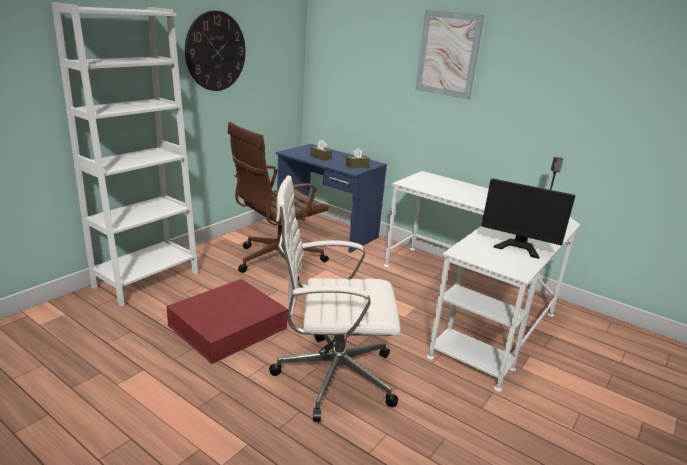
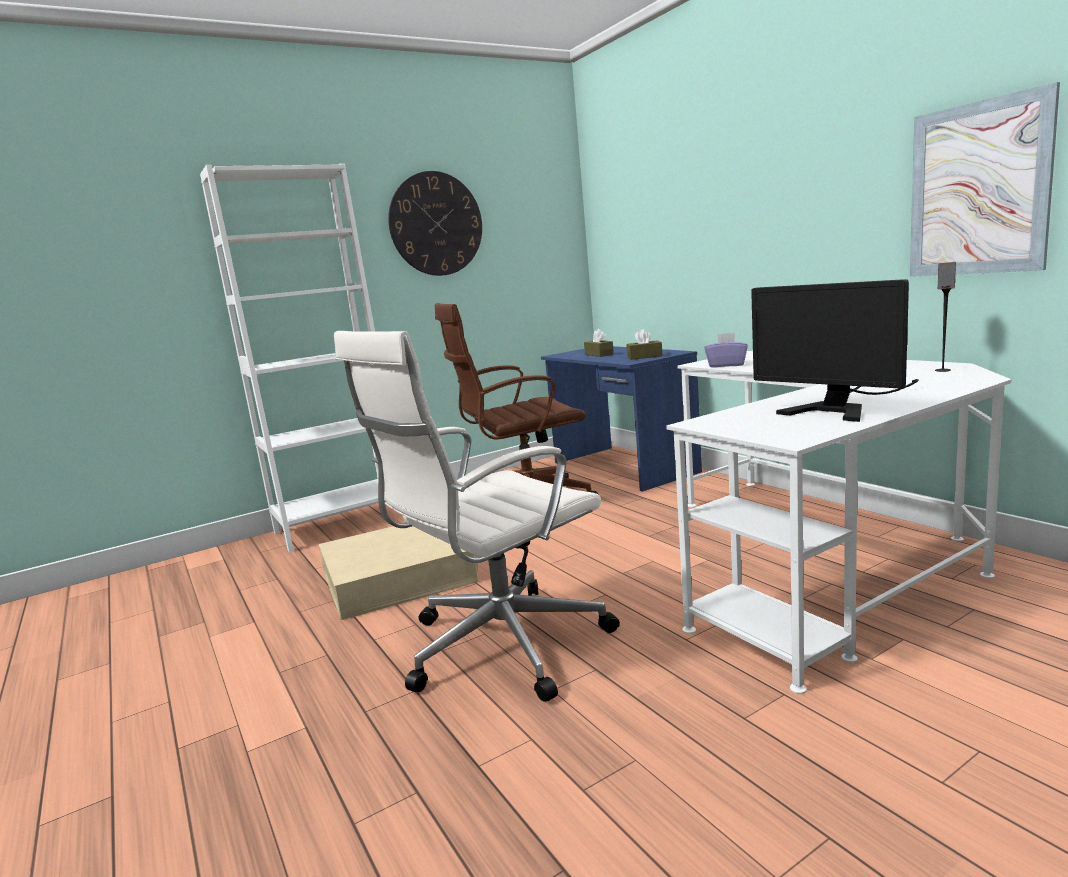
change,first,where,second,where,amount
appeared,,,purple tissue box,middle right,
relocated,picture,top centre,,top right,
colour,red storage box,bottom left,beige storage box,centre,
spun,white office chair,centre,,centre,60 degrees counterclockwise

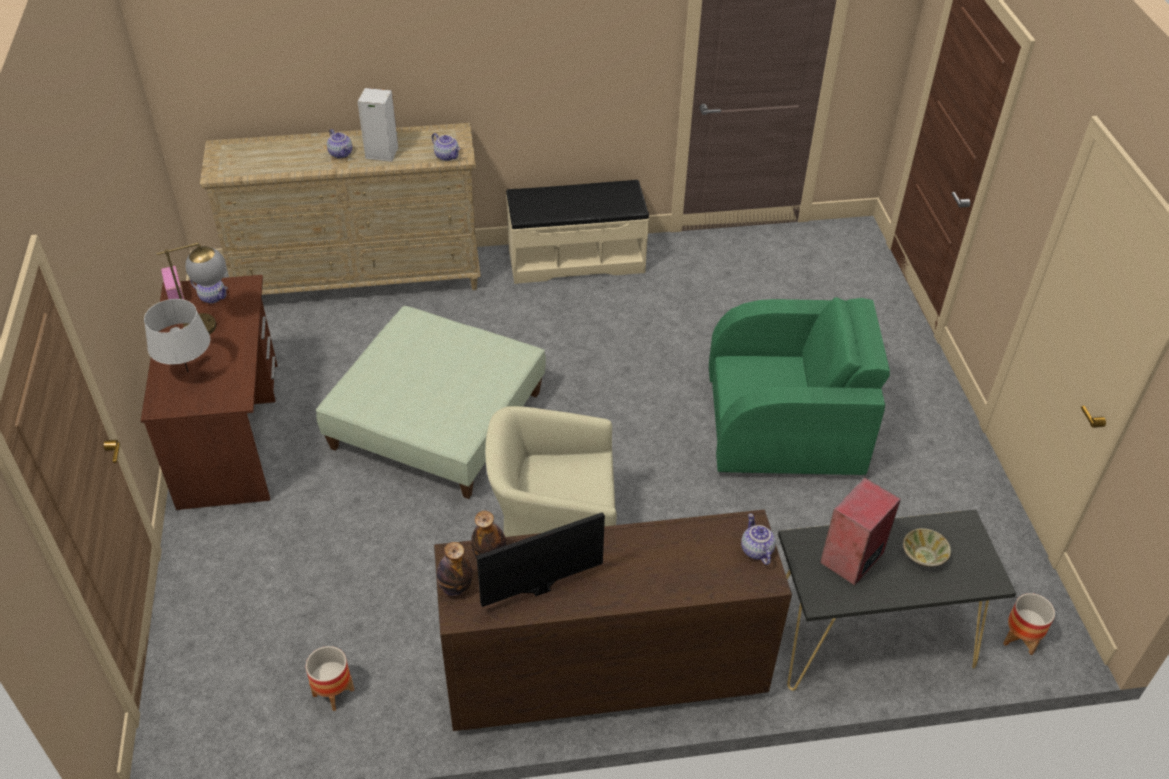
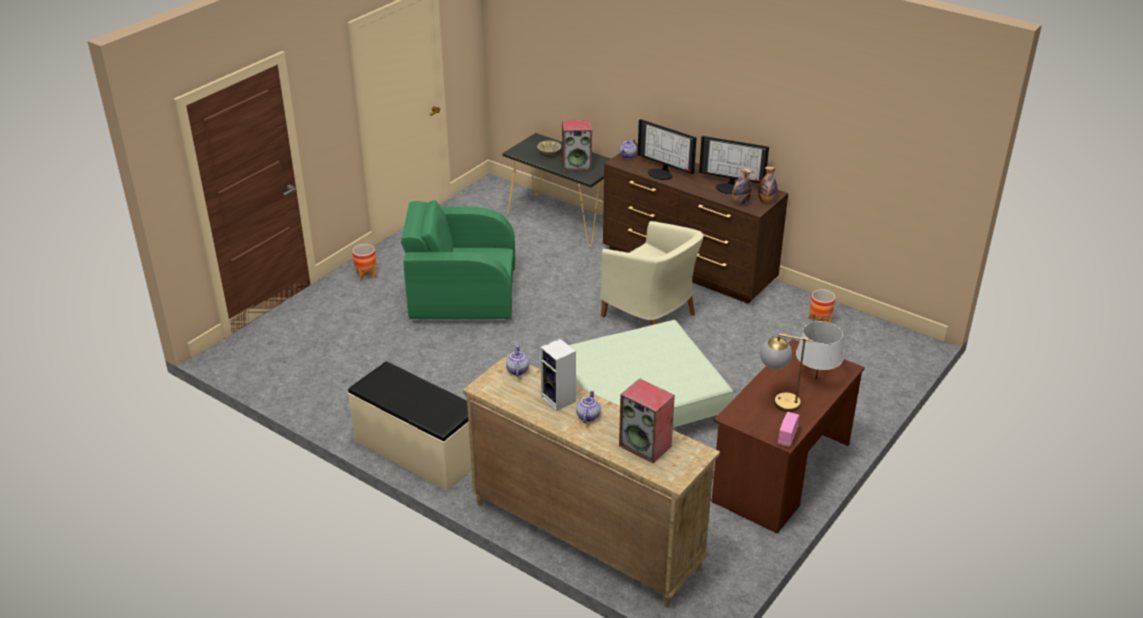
change,first,where,second,where,amount
missing,teapot (no. 1 from left),middle left,,,
appeared,,,speaker (no. 3 from left),bottom centre,
appeared,,,monitor (no. 1 from left),top centre,
relocated,planter (no. 2 from left in the first image),bottom right,planter (no. 1 from left),middle left,
spun,green armchair,middle right,,centre,45 degrees counterclockwise

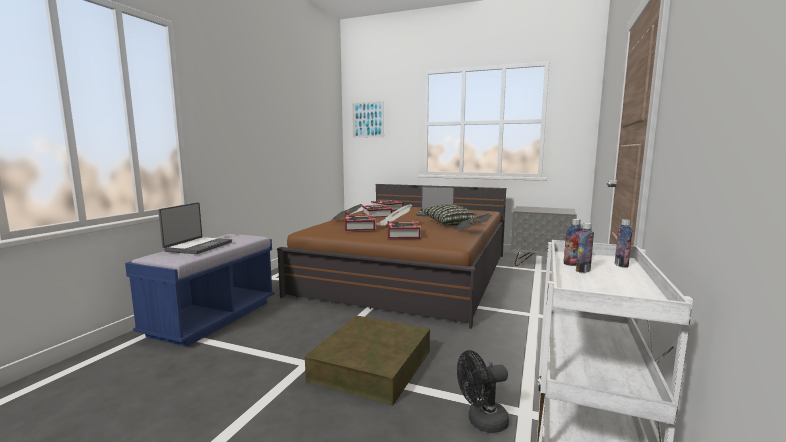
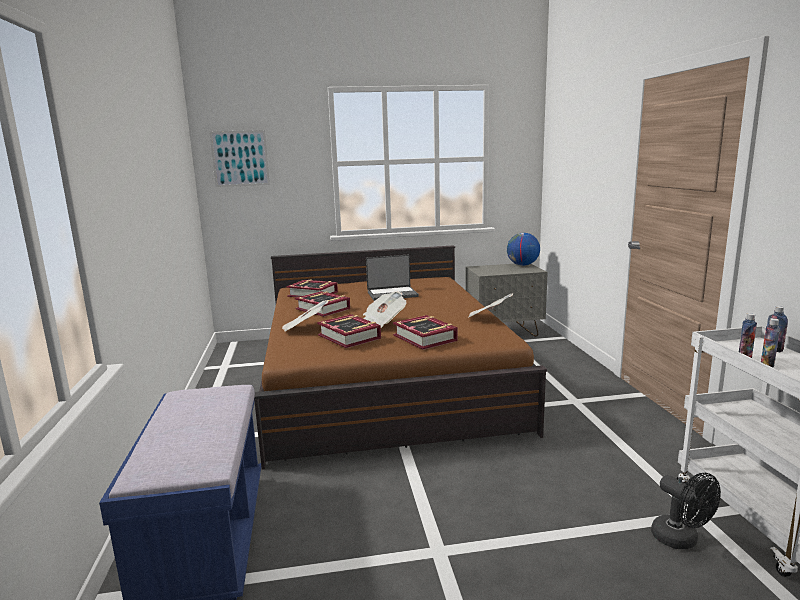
change,first,where,second,where,amount
missing,laptop (no. 1 from left),middle left,,,
missing,brown storage box,bottom centre,,,
missing,pillow,centre,,,
appeared,,,globe,centre,
spun,black fan,bottom centre,,bottom right,75 degrees counterclockwise

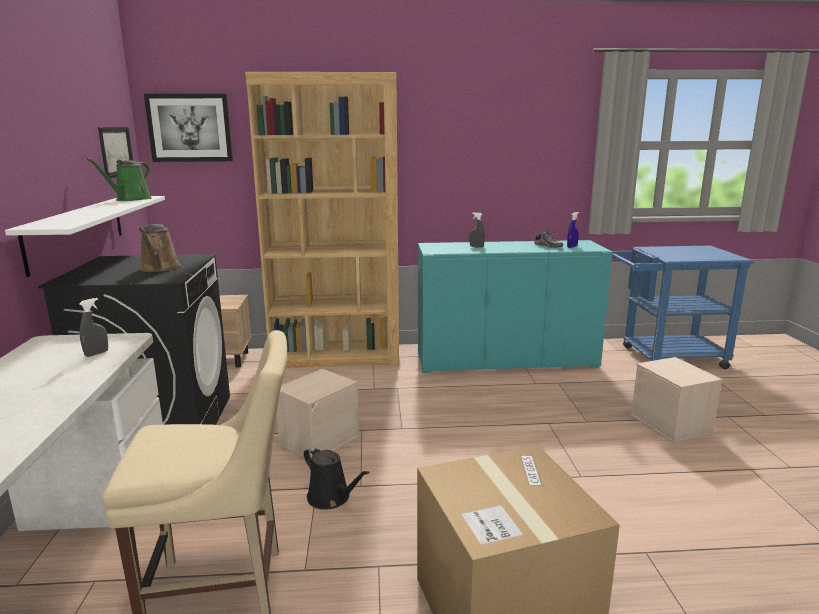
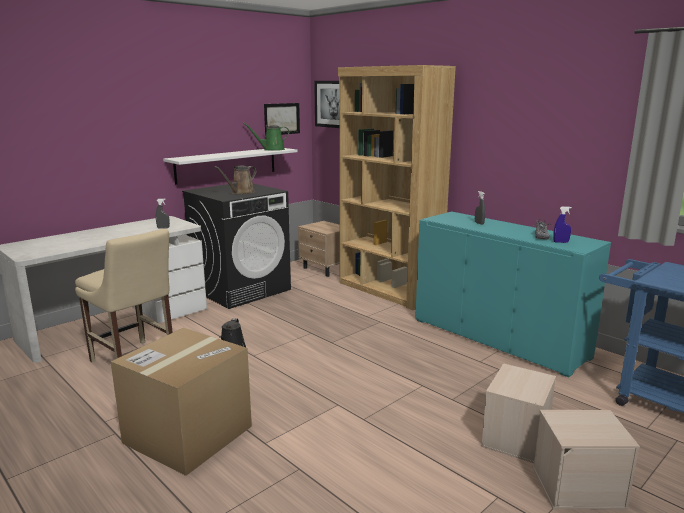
change,first,where,second,where,amount
relocated,beige storage box (no. 1 from left in the first image),bottom centre,beige storage box (no. 2 from left),bottom right,

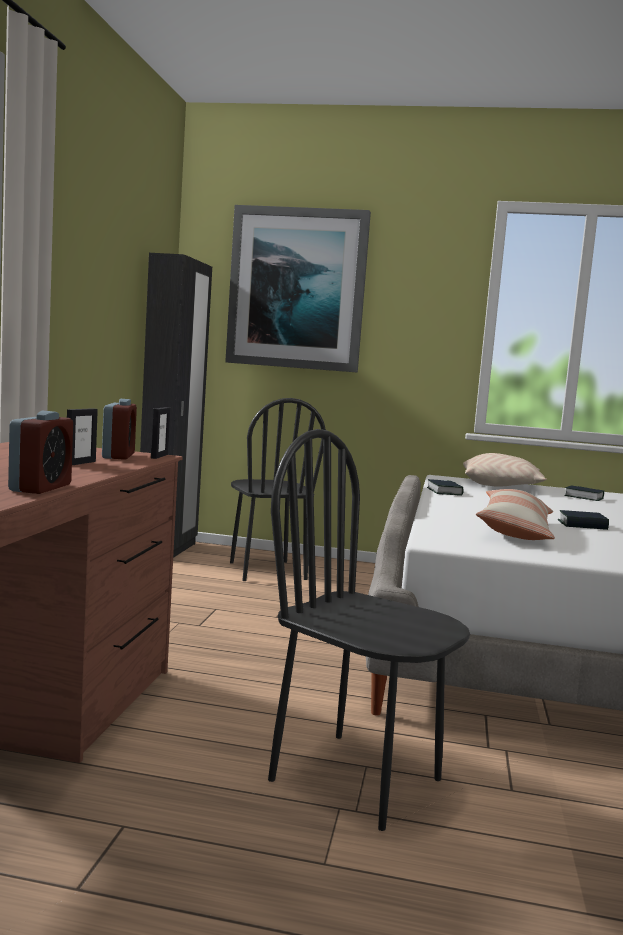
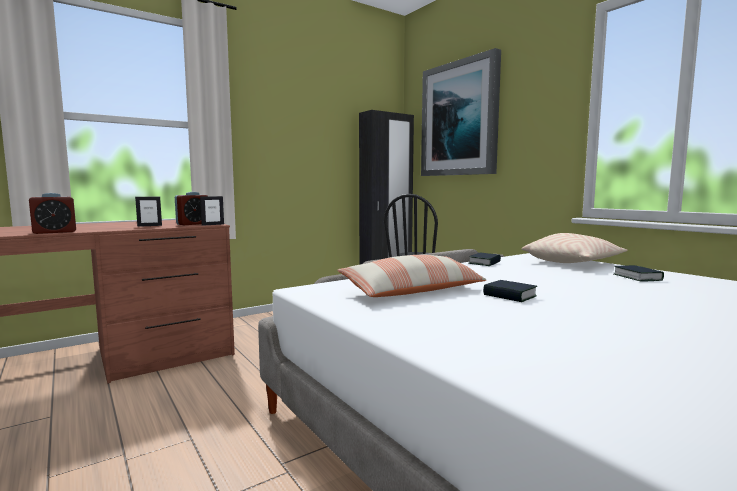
change,first,where,second,where,amount
missing,black chair (no. 2 from left),bottom centre,,,

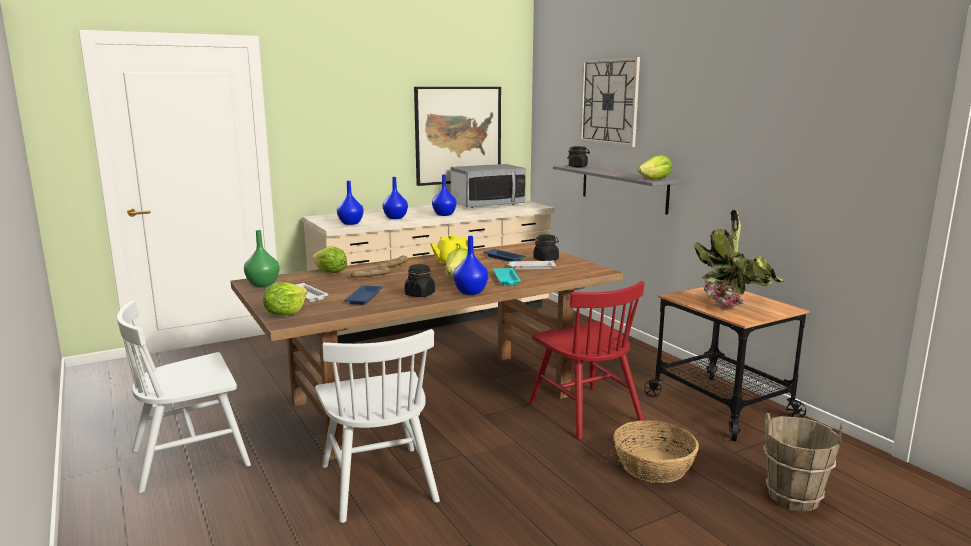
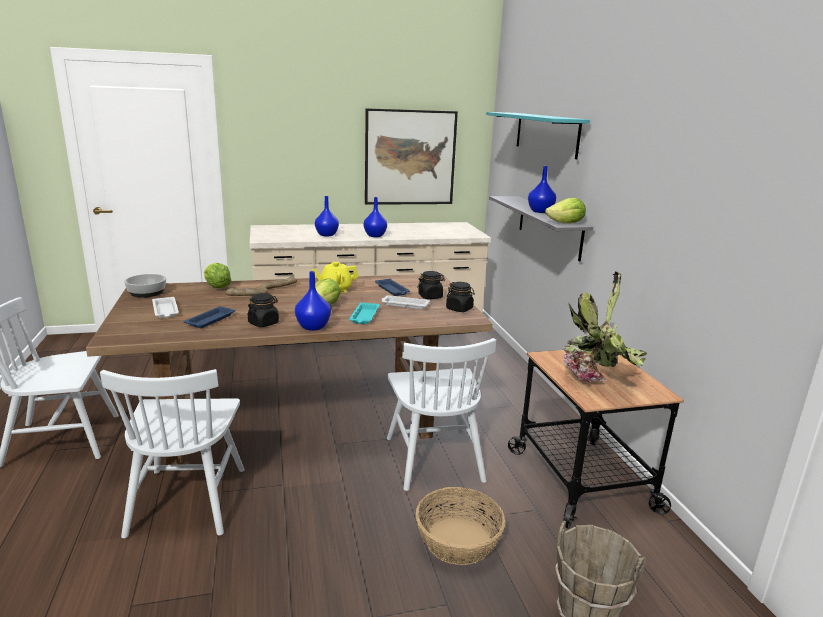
change,first,where,second,where,amount
missing,lettuce (no. 1 from left),middle left,,,
missing,microwave,centre,,,
relocated,blue vase (no. 1 from left in the first image),centre,blue vase (no. 4 from left),top centre,
relocated,black jar (no. 3 from left),top centre,,centre,
exchanged,green vase,middle left,bowl,middle left,
exchanged,wall clock,top centre,turquoise shelf,top centre,
colour,red chair,centre,white chair (no. 3 from left),bottom centre,

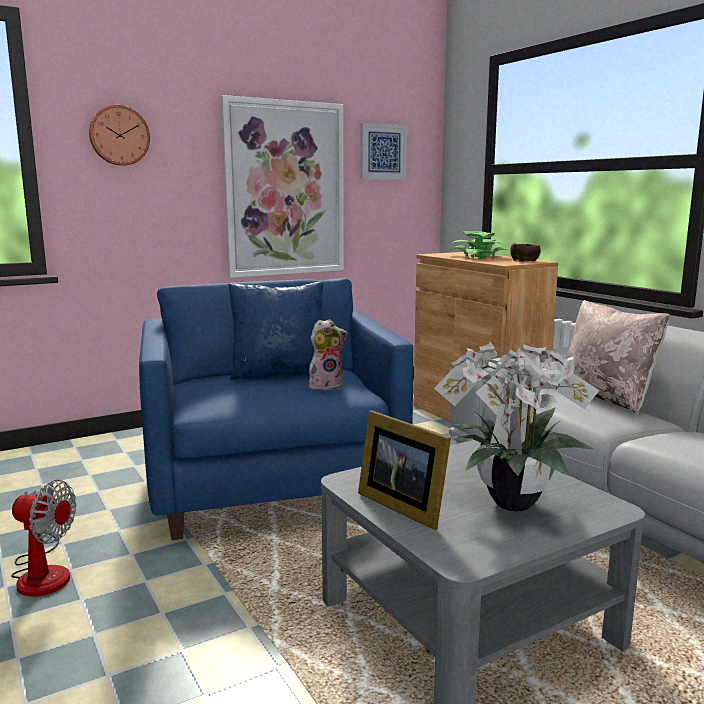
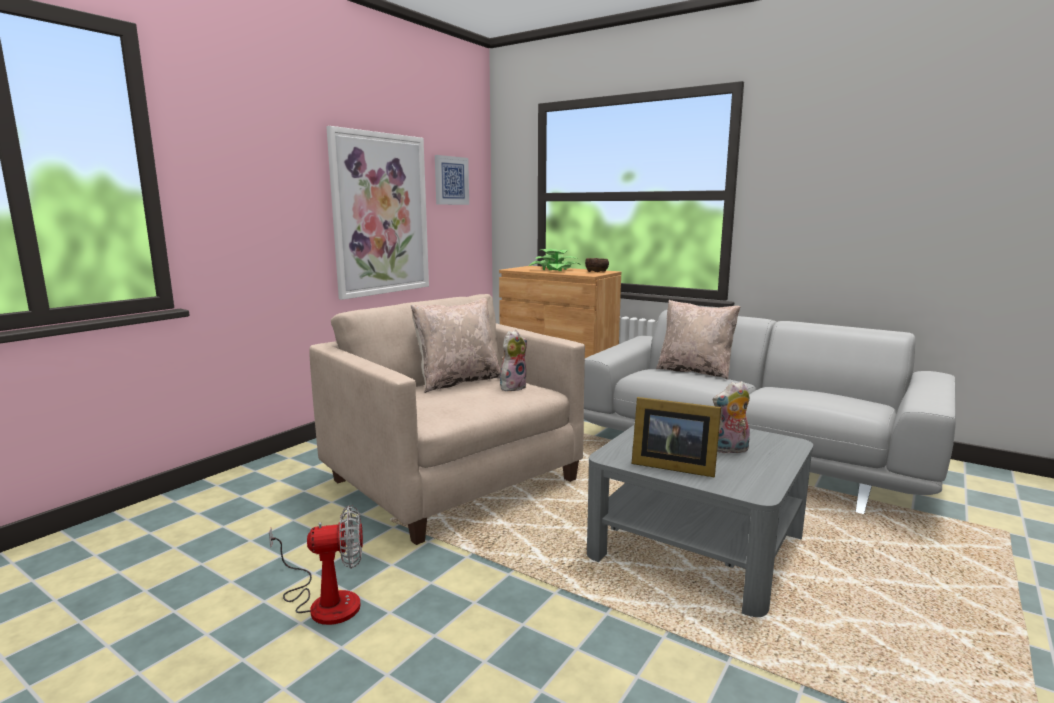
change,first,where,second,where,amount
missing,wall clock,top left,,,
exchanged,potted plant (no. 2 from left),middle right,plush toy (no. 2 from left),middle right,
colour,blue armchair,centre,beige armchair,centre,
colour,blue pillow,centre,beige pillow (no. 1 from left),centre,

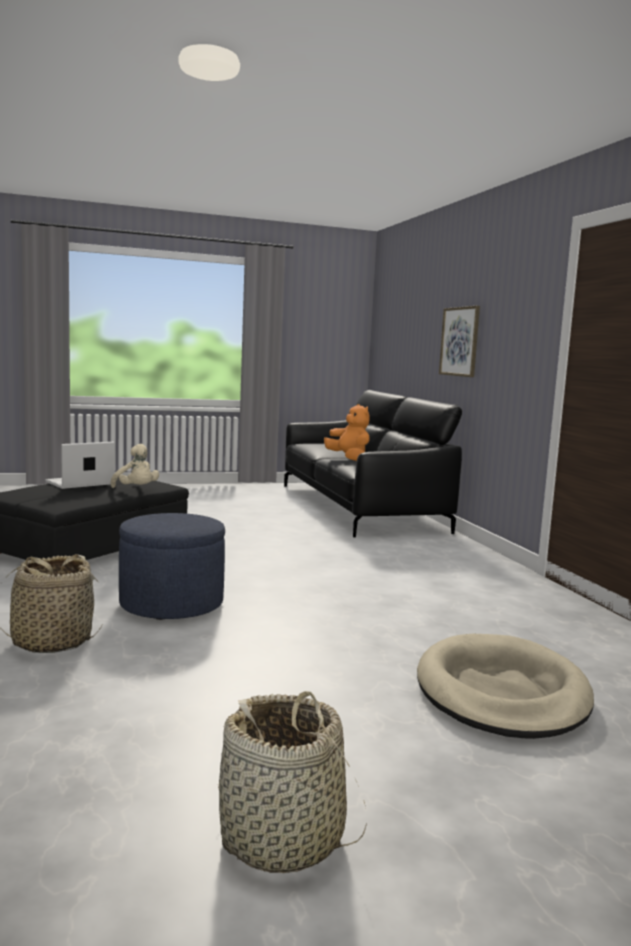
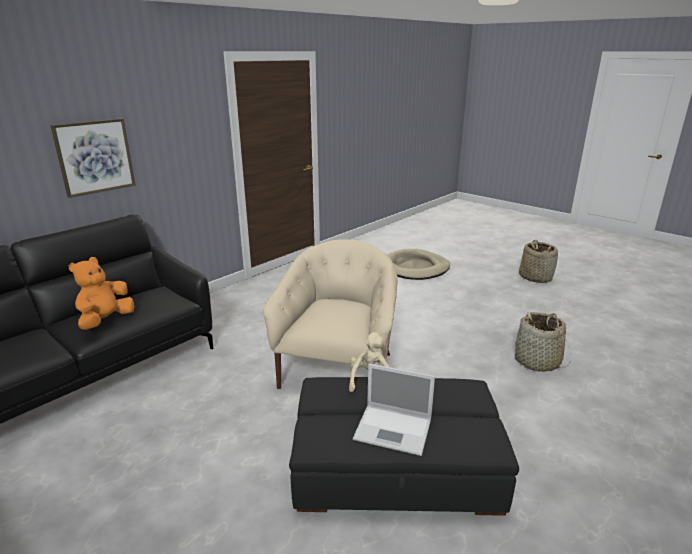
change,first,where,second,where,amount
missing,blue ottoman,middle left,,,
appeared,,,beige armchair,centre,

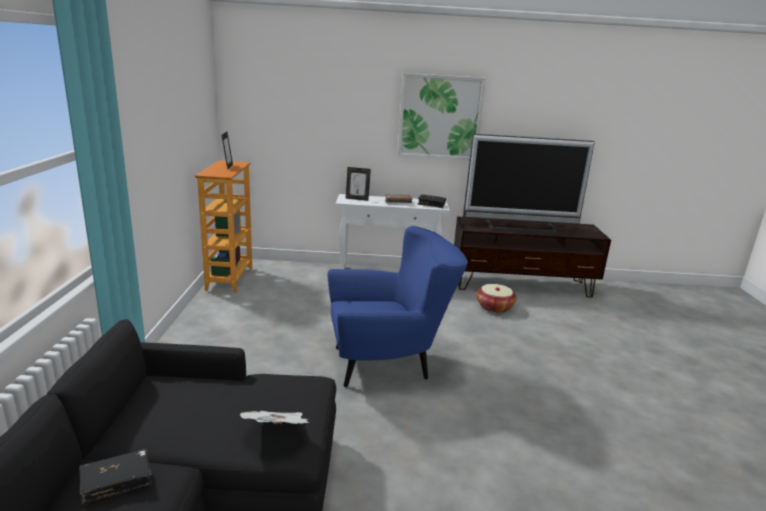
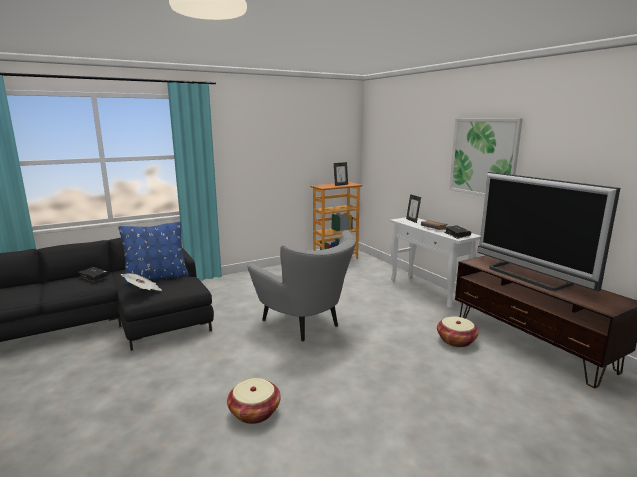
change,first,where,second,where,amount
appeared,,,blue pillow,middle left,
appeared,,,basket (no. 1 from left),bottom centre,
colour,blue armchair,centre,grey armchair,centre,

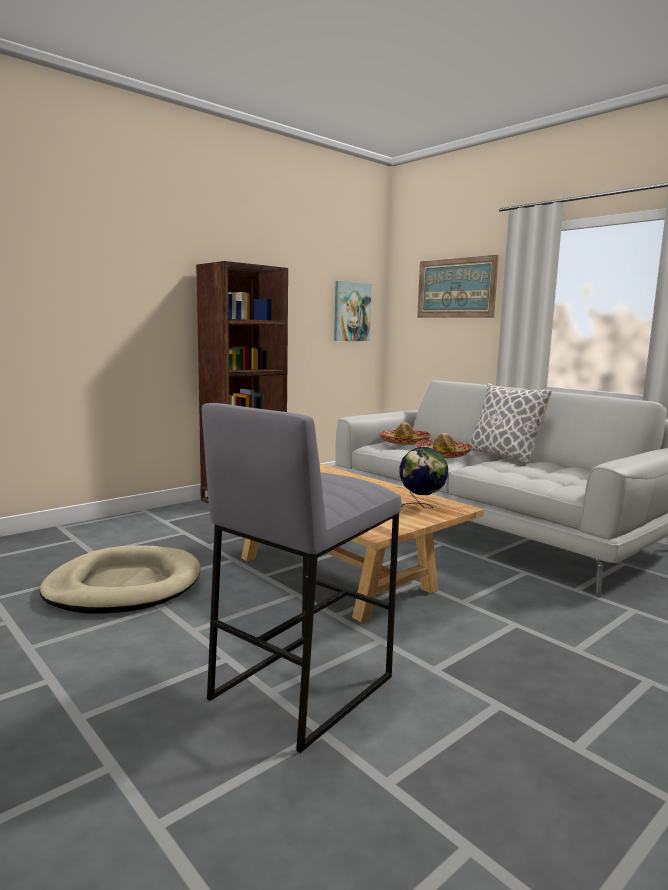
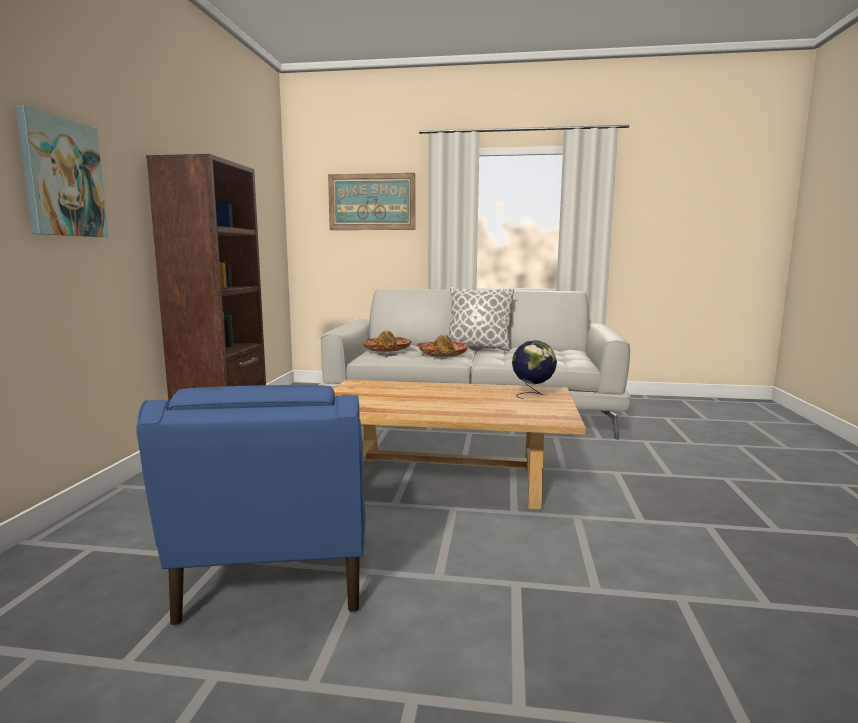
change,first,where,second,where,amount
missing,grey stool,centre,,,
relocated,picture (no. 1 from left),centre,,top left,
exchanged,beige dog bed,middle left,blue armchair,bottom left,

